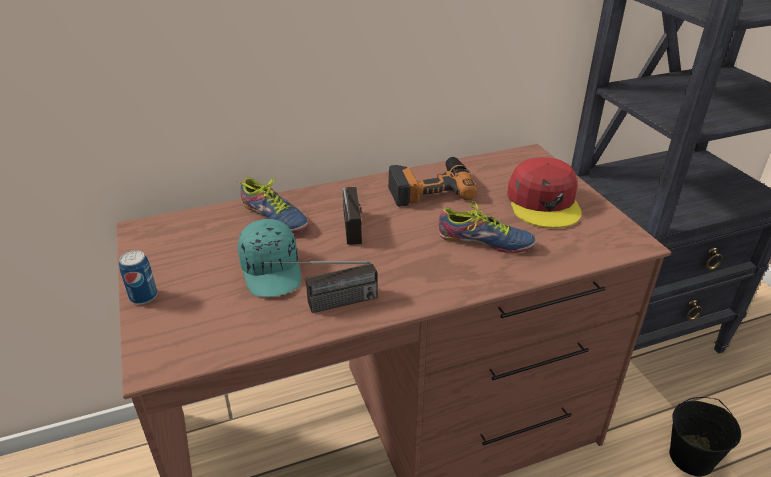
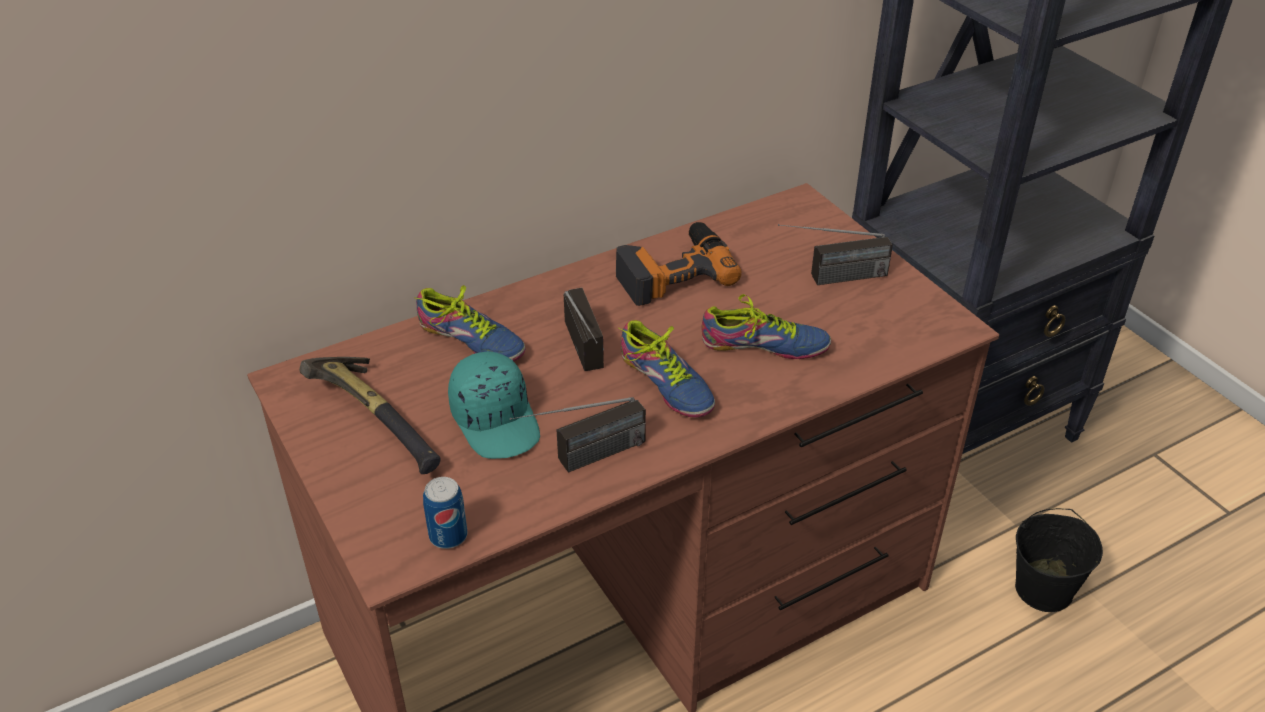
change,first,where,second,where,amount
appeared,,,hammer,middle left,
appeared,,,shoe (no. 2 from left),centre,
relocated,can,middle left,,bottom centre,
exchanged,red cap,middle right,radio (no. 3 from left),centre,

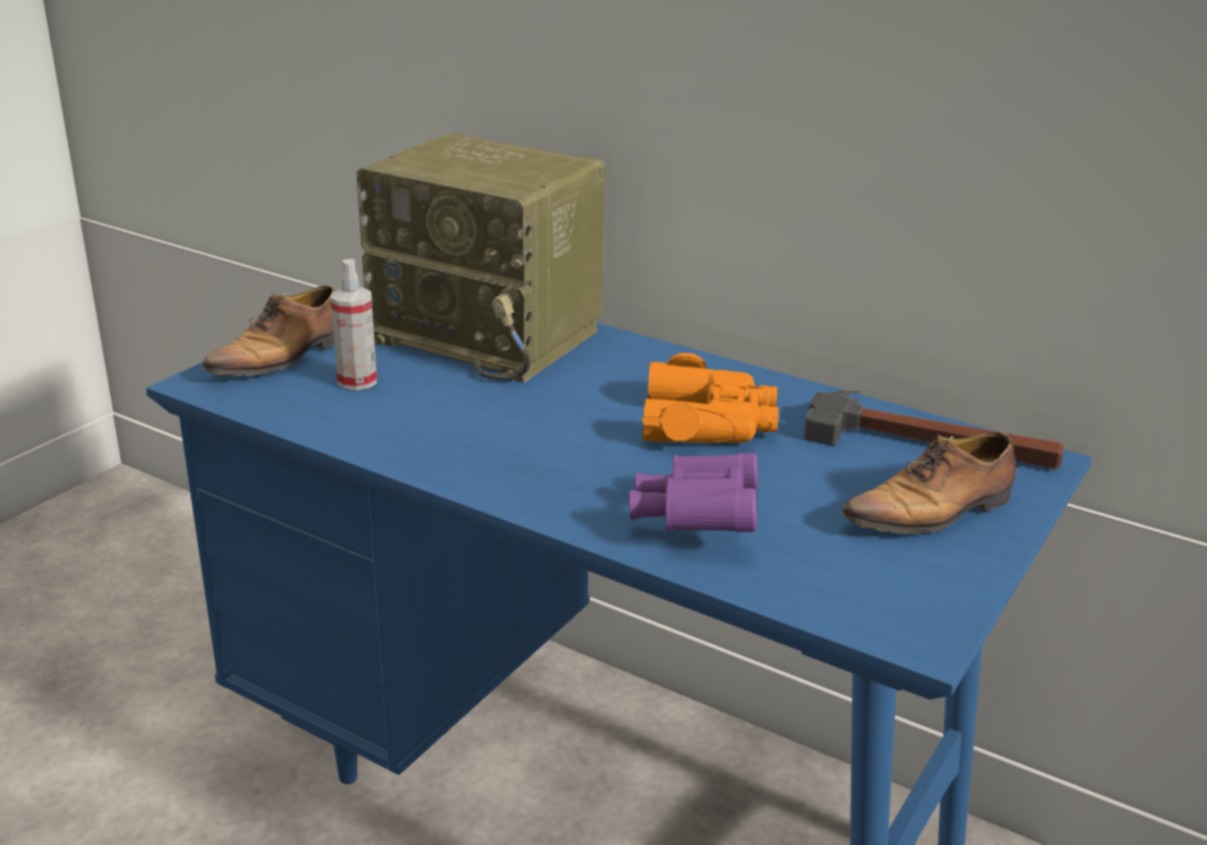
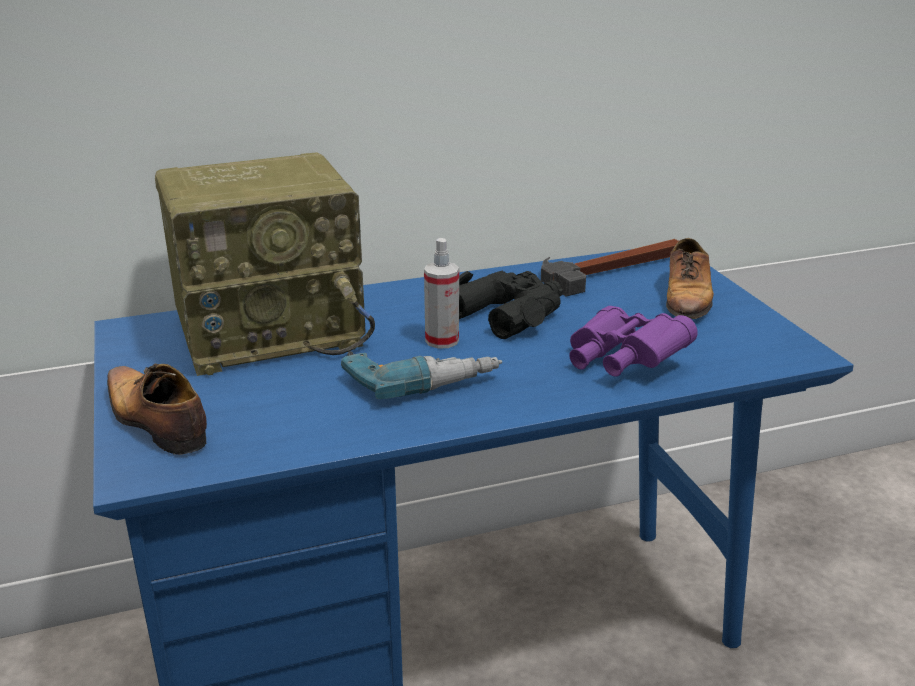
change,first,where,second,where,amount
appeared,,,power drill,centre,
relocated,spray bottle,middle left,,centre,
colour,orange binoculars,centre,black binoculars,centre,
spun,shoe (no. 1 from left),middle left,,middle left,150 degrees clockwise

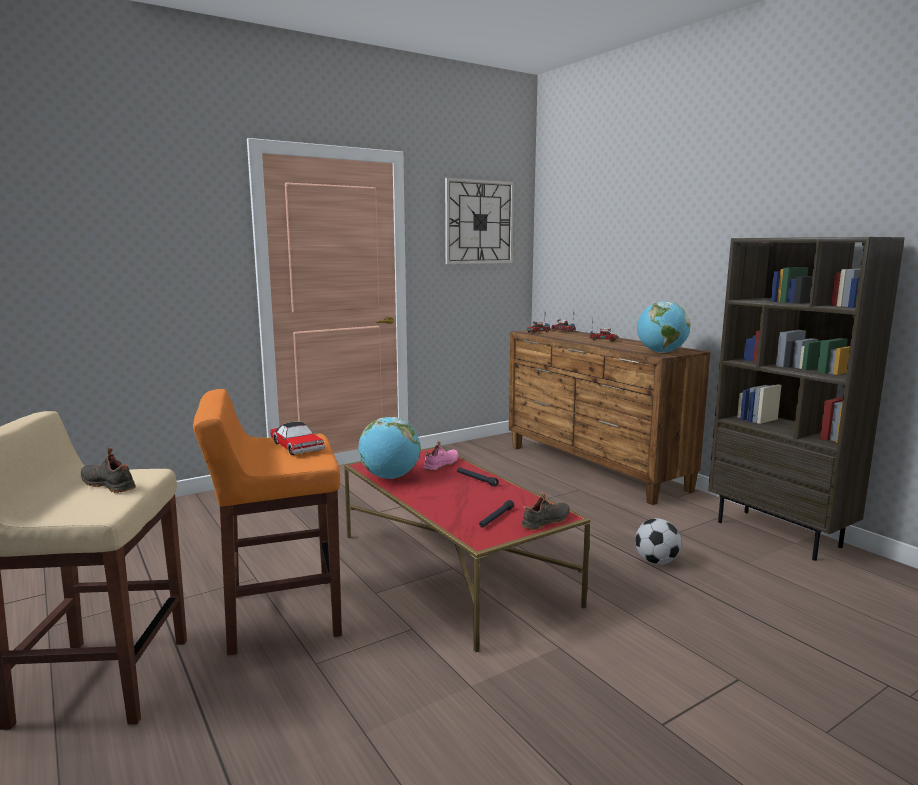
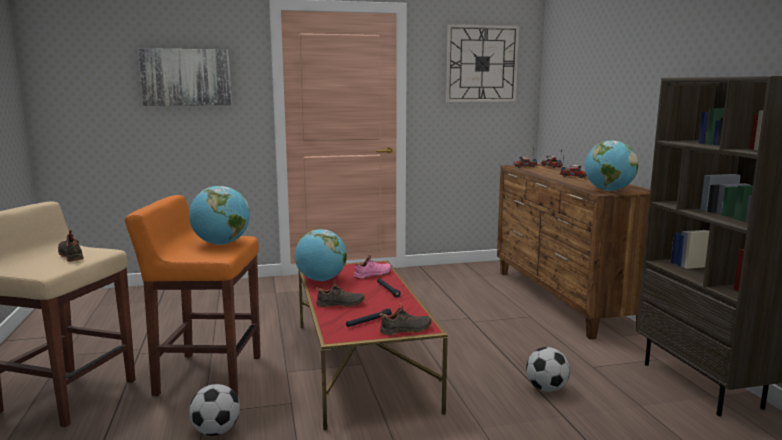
change,first,where,second,where,amount
appeared,,,picture,top left,
appeared,,,football (no. 1 from left),bottom left,
appeared,,,black shoe (no. 2 from left),centre,
exchanged,toy car,middle left,globe (no. 1 from left),middle left,

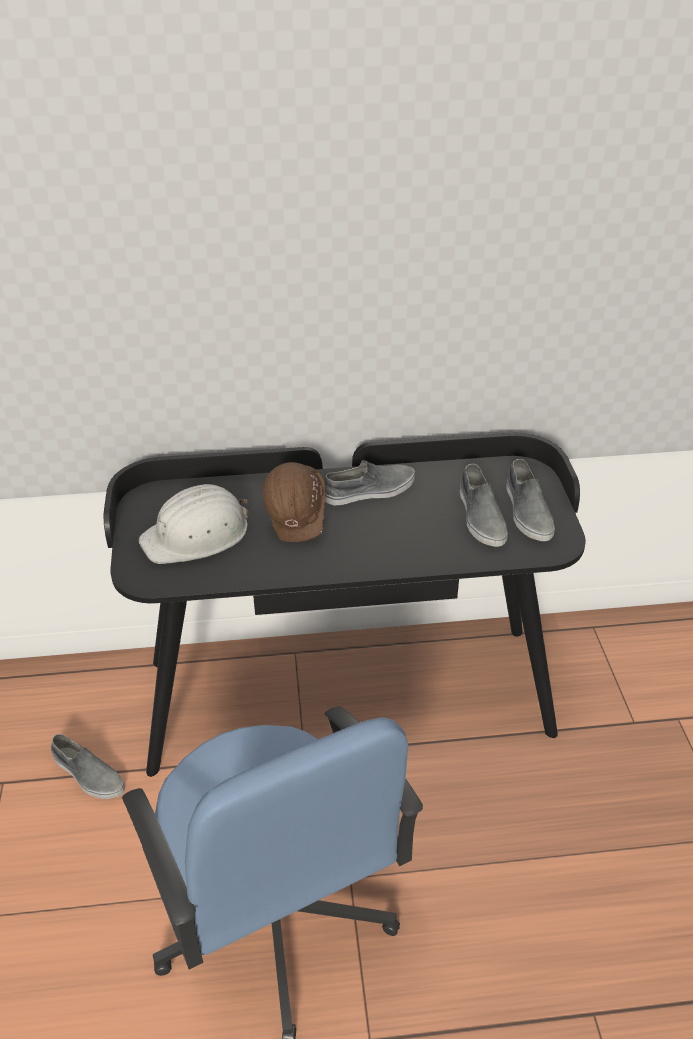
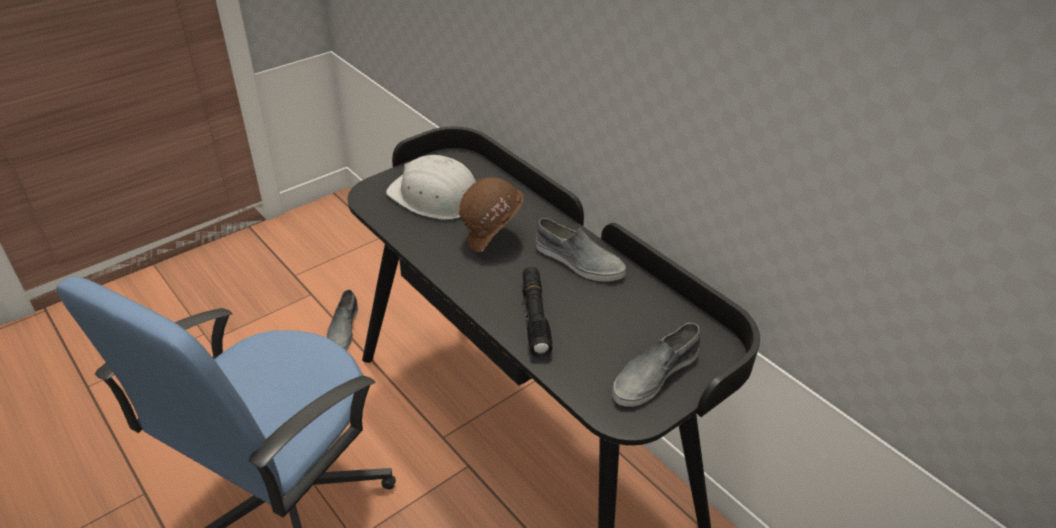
change,first,where,second,where,amount
missing,grey shoe (no. 3 from left),middle right,,,
appeared,,,black flashlight,centre,

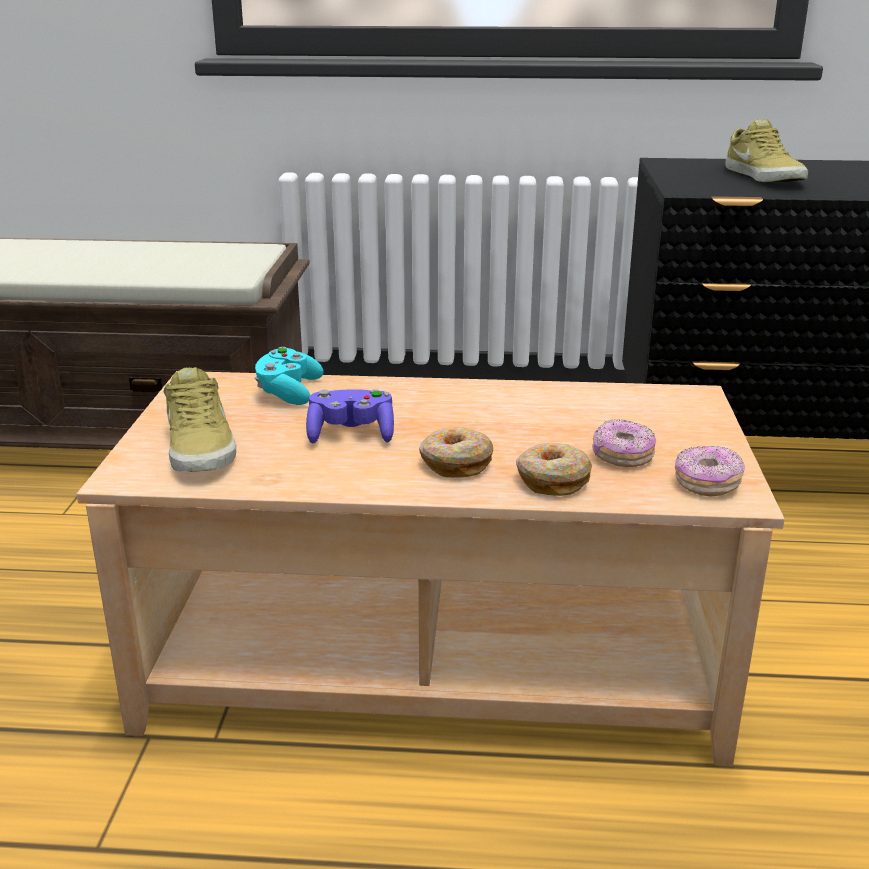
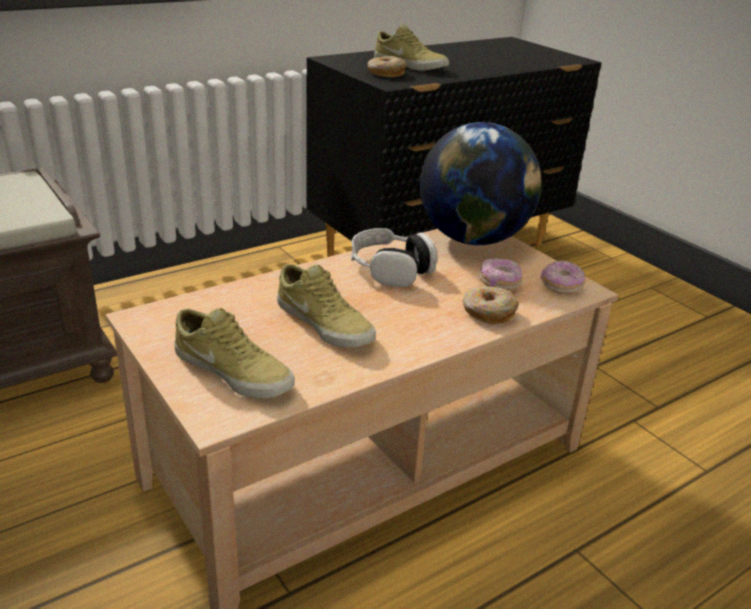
change,first,where,second,where,amount
missing,turquoise game controller,middle left,,,
appeared,,,headphones,centre,
appeared,,,globe,top centre,
relocated,donut (no. 1 from left),centre,,top centre,
exchanged,purple game controller,centre,beige shoe (no. 2 from left),centre,

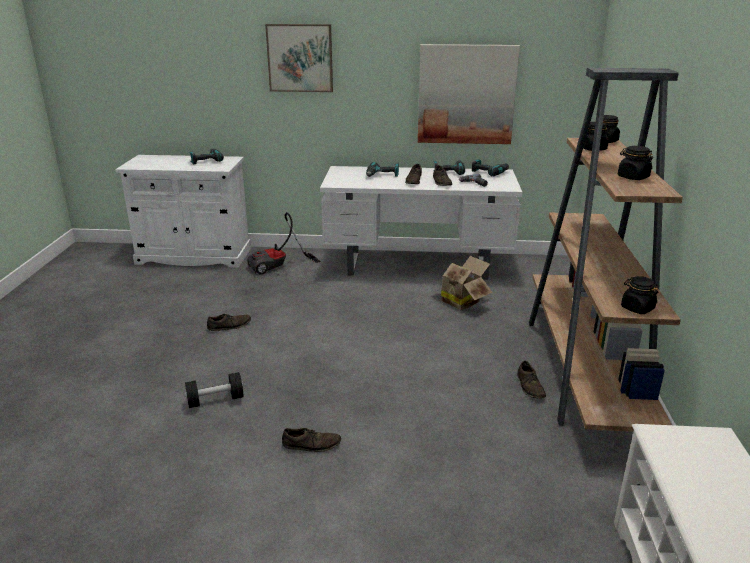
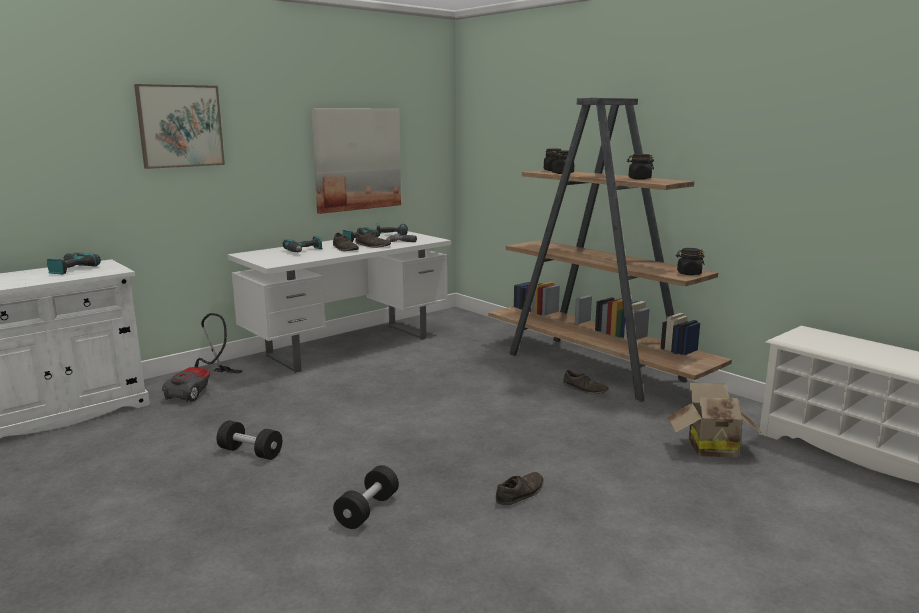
change,first,where,second,where,amount
relocated,cardboard box,centre,,bottom right,
exchanged,brown shoe (no. 1 from left),middle left,black dumbbell (no. 1 from left),bottom left,

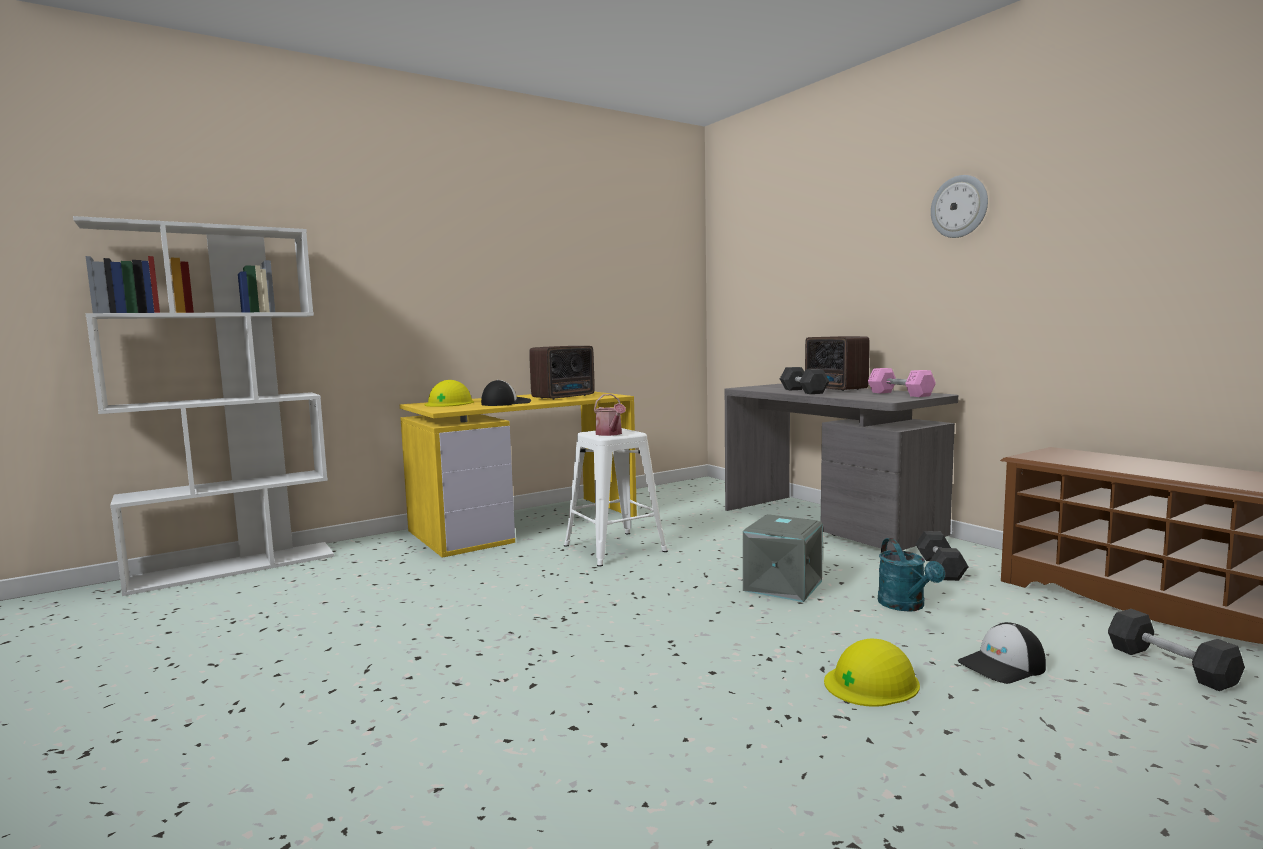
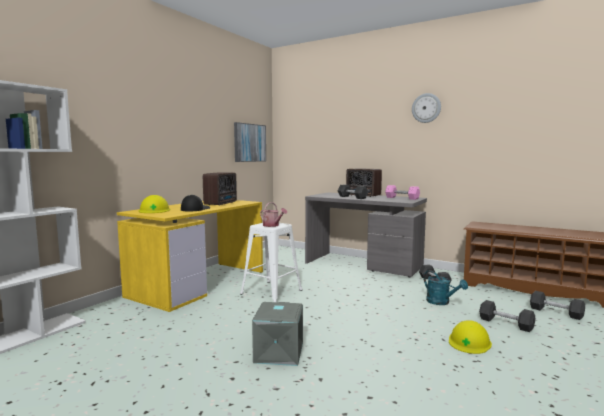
change,first,where,second,where,amount
appeared,,,picture,centre,
relocated,grey storage box,centre,,bottom centre,
exchanged,cap (no. 2 from left),bottom right,grey dumbbell (no. 3 from left),bottom right,

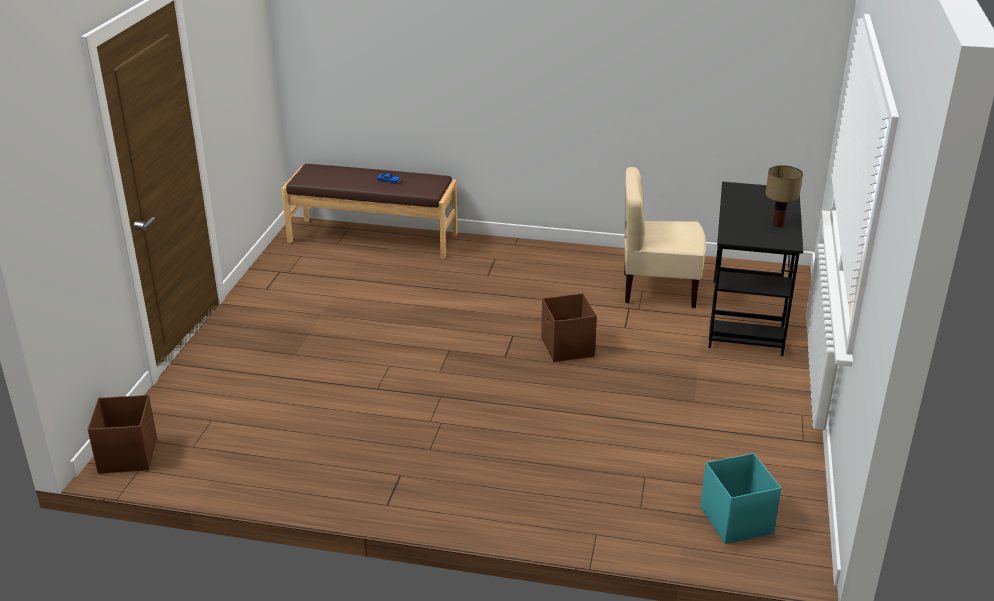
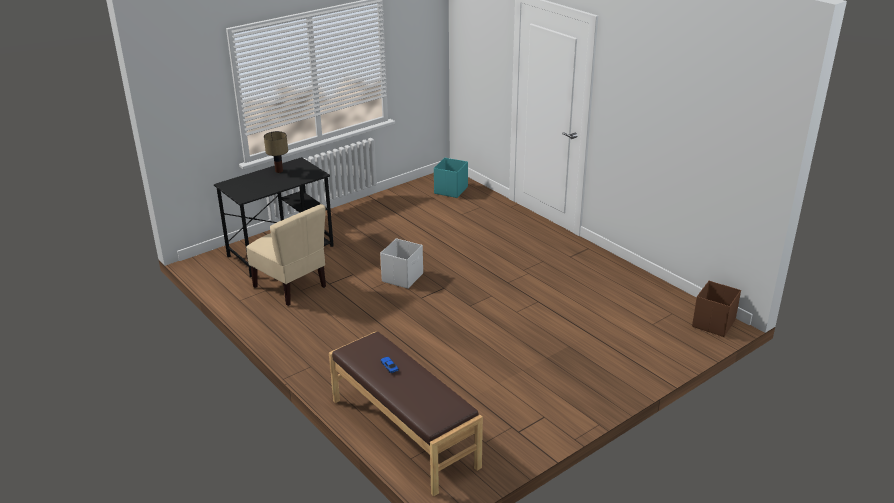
change,first,where,second,where,amount
colour,brown storage box (no. 2 from left),centre,white storage box,centre,

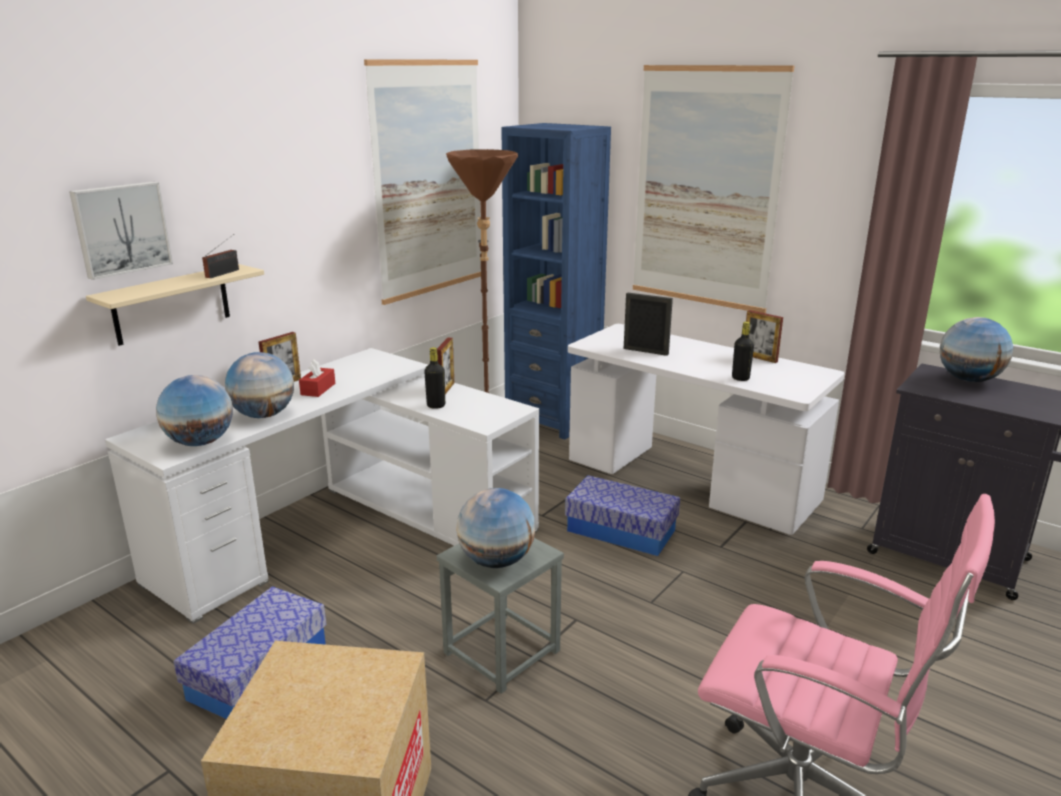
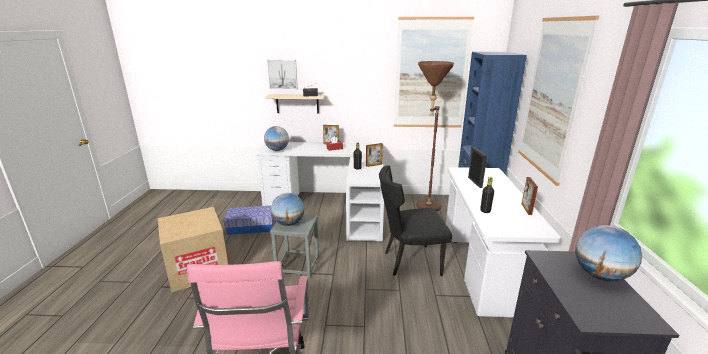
change,first,where,second,where,amount
missing,globe (no. 2 from left),middle left,,,
exchanged,storage box (no. 2 from left),centre,black chair,centre,

